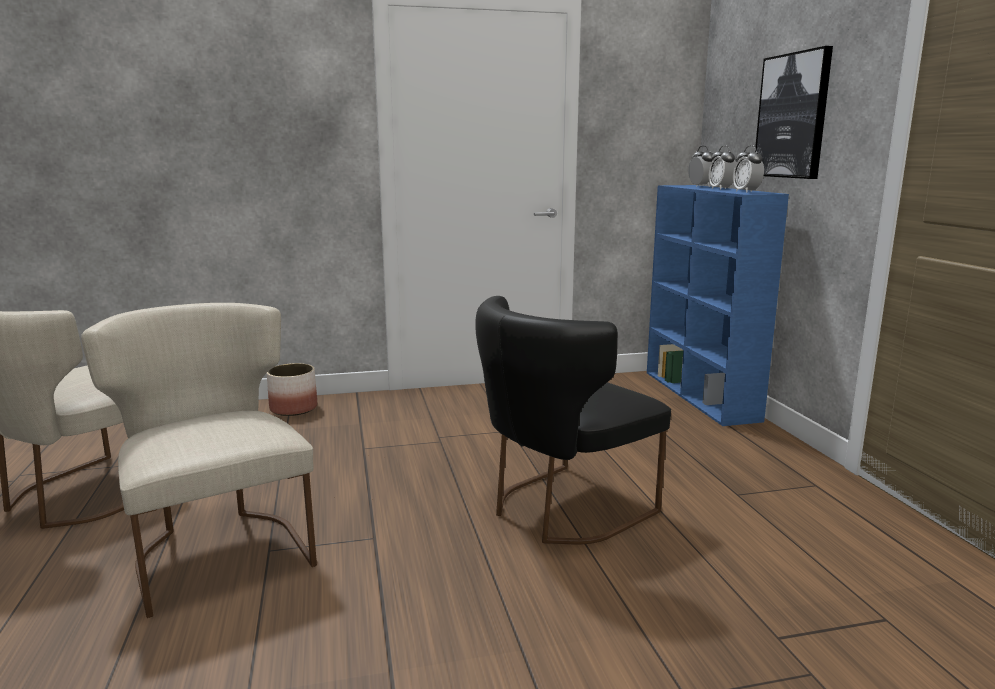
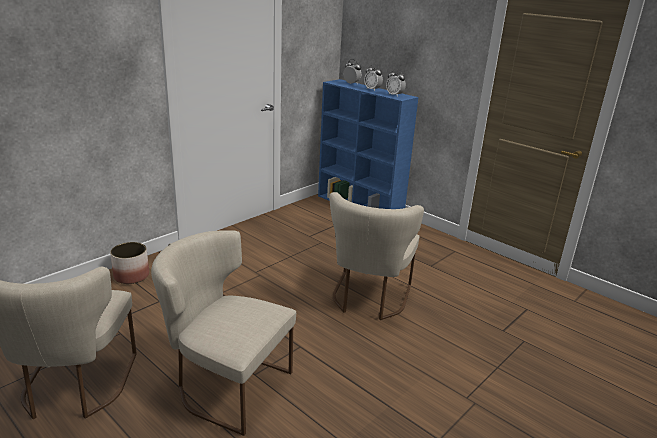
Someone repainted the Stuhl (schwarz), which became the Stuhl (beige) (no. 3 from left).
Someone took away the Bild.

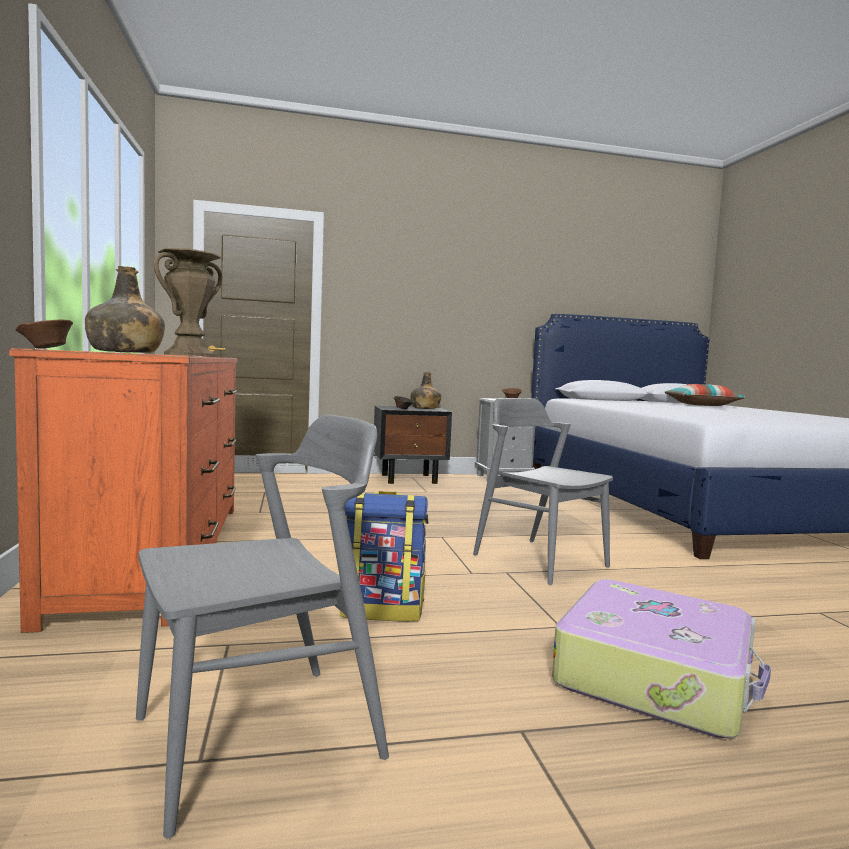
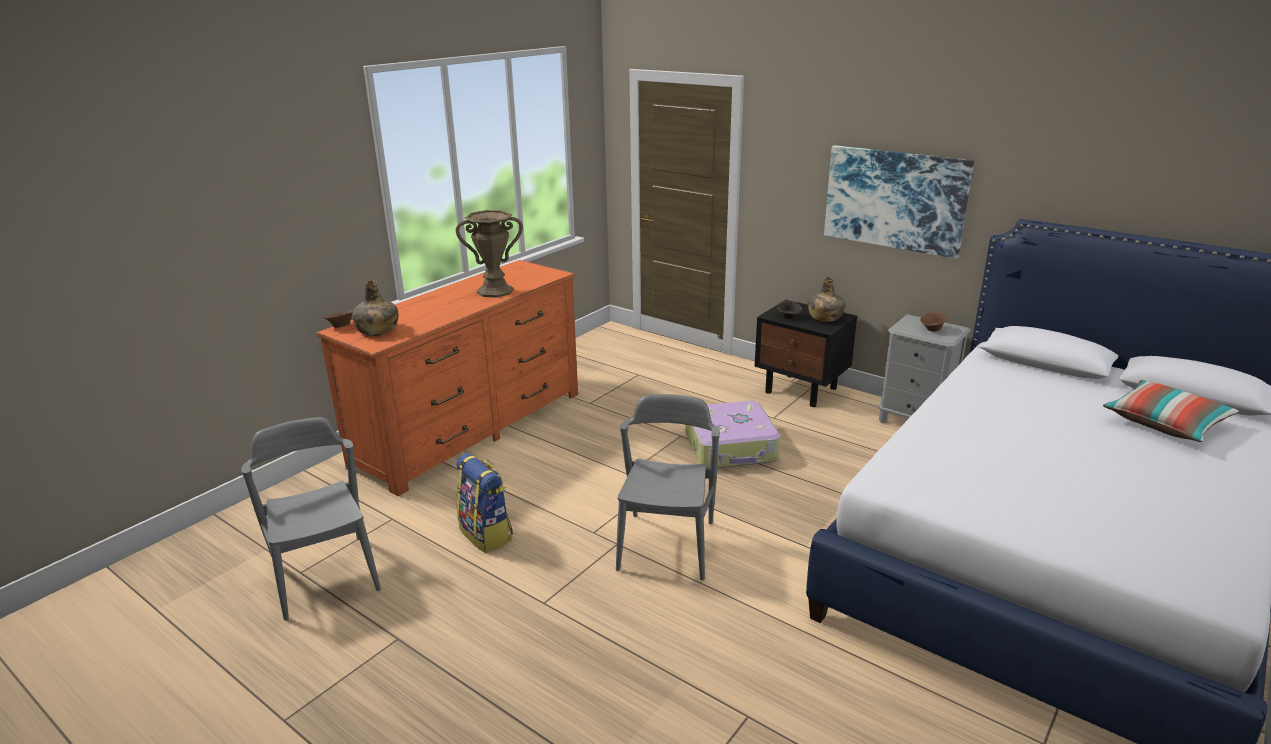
Someone rotated the Stuhl (grau) (no. 1 from left) by 135 degrees counterclockwise.
Someone carried the Koffer.
Someone put up the Bild.

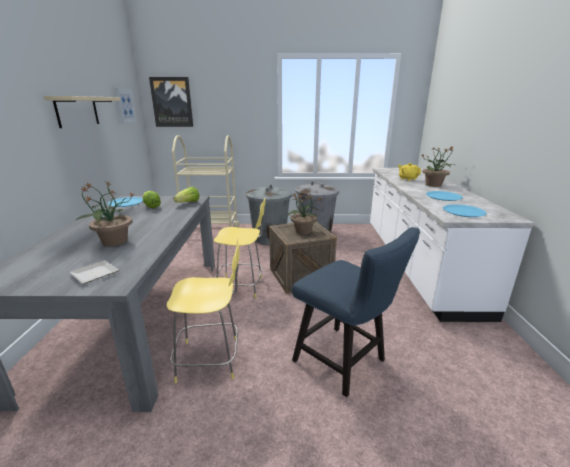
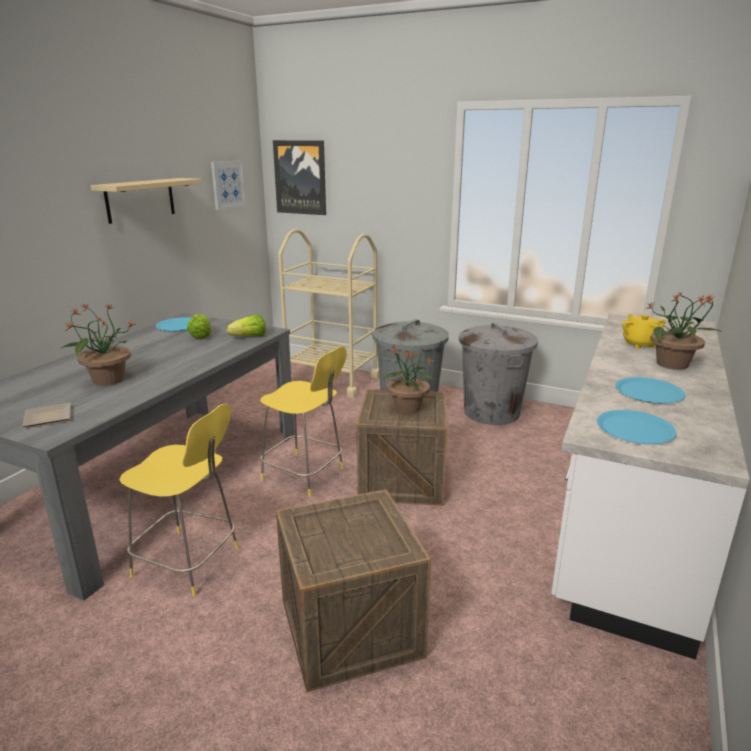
Someone swapped the Stuhl (blau) for the Kiste (no. 1 from left).

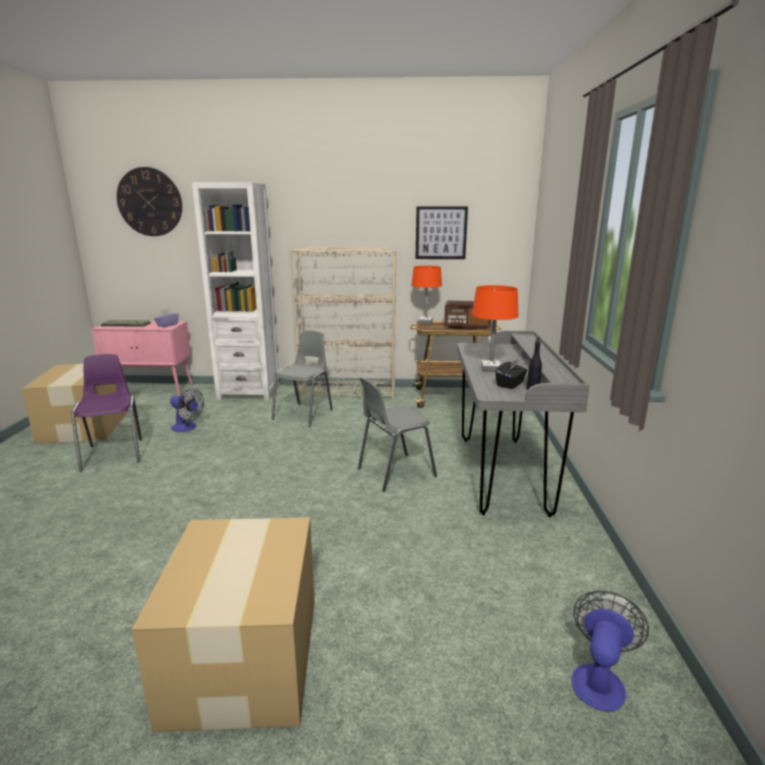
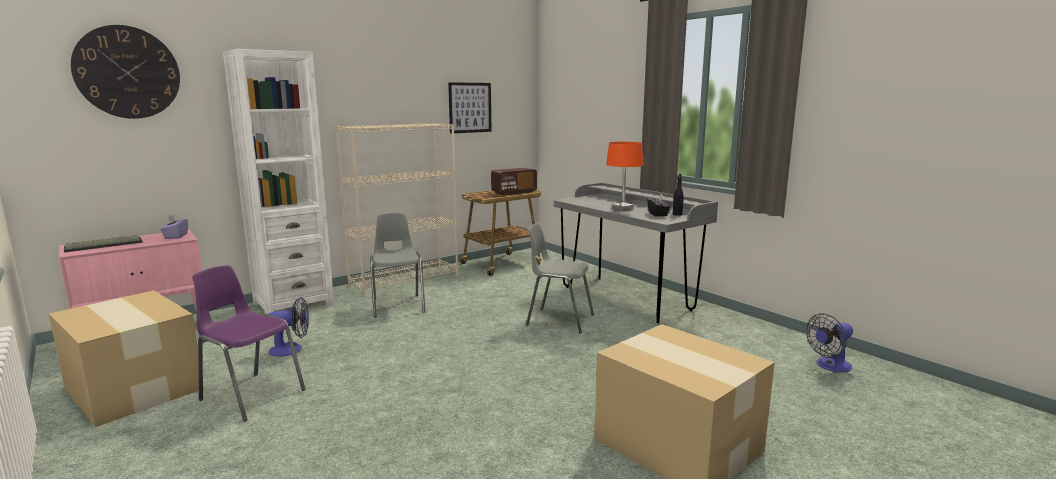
Someone rotated the Stuhl (grau) (no. 2 from left) by 90 degrees clockwise.
Someone rotated the Ventilator (no. 2 from left) by 105 degrees counterclockwise.
Someone took away the Tischlampe (orange) (no. 1 from left).

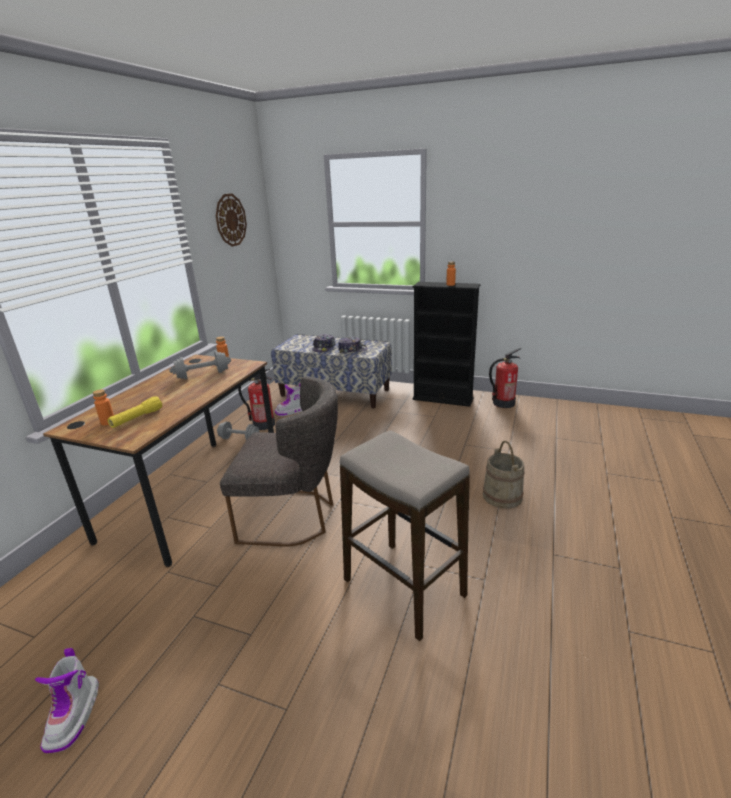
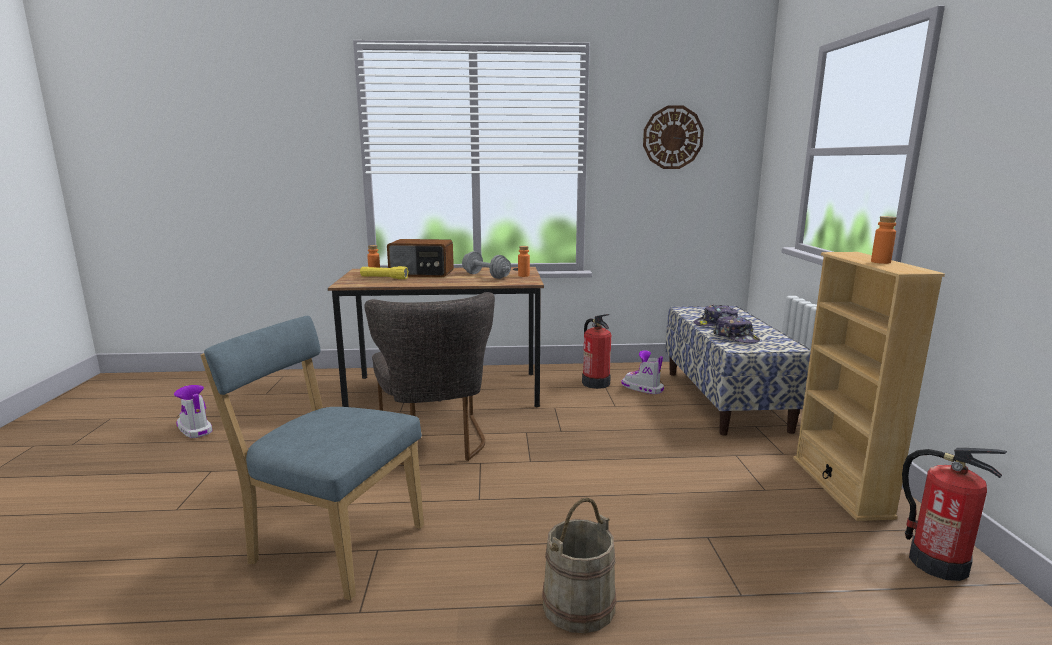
Someone rotated the Stiefel (no. 1 from left) by 75 degrees clockwise.
Someone swapped the Hocker for the Stuhl (blau).
Someone put down the Radio.
Someone repainted the Bücherregal (schwarz), which became the Bücherregal (beige).
Someone took away the Hantel (grau) (no. 2 from left).

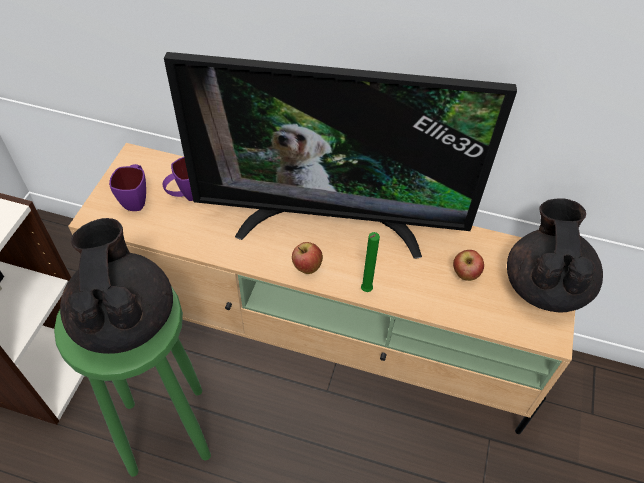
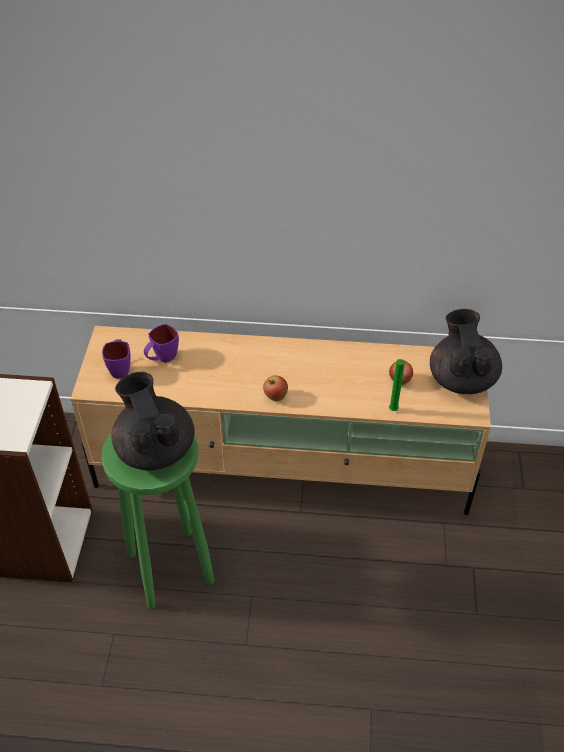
Someone carried the Kerze (grün).
Someone took away the Fernseher.

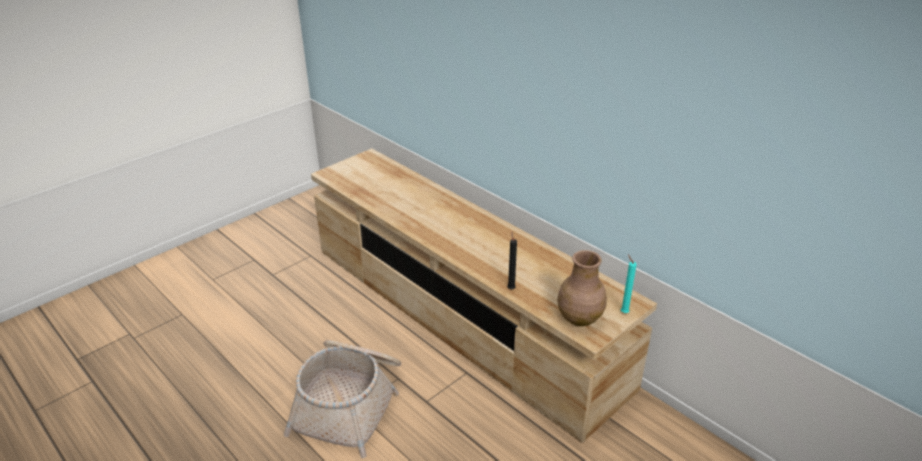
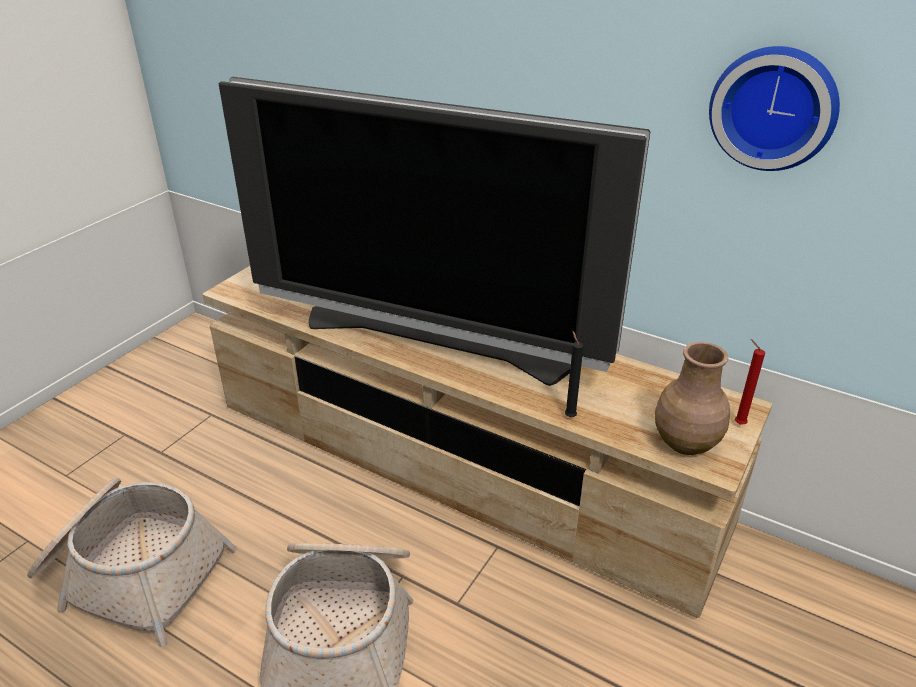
Someone put down the Korb (no. 1 from left).
Someone put down the Fernseher.
Someone put up the Wanduhr.
Someone repainted the Kerze (türkis), which became the Kerze (rot).

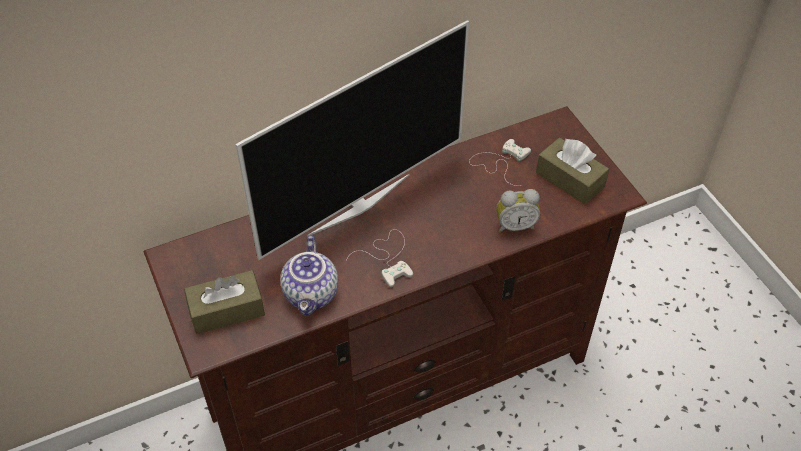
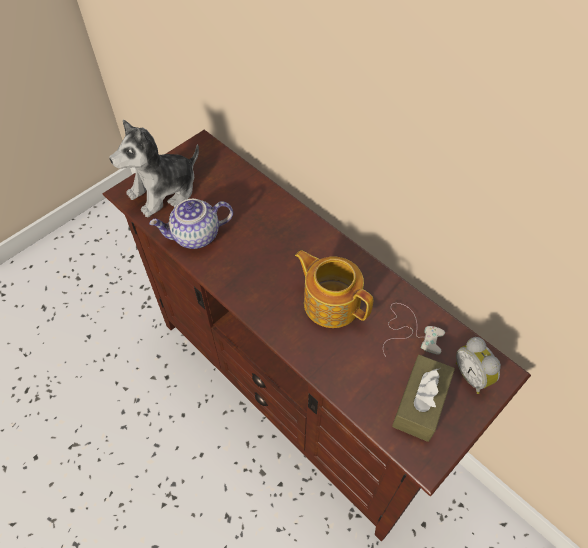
Someone swapped the Taschentuchbox (braun) (no. 1 from left) for the Plüschtier.
Someone put down the Teekanne (no. 2 from left).
Someone carried the Wecker.
Someone took away the Fernseher.
Someone took away the Gamepad (weiß) (no. 1 from left).

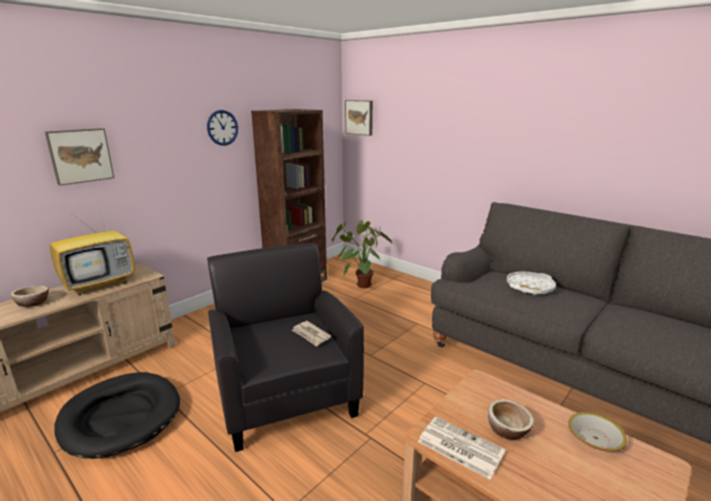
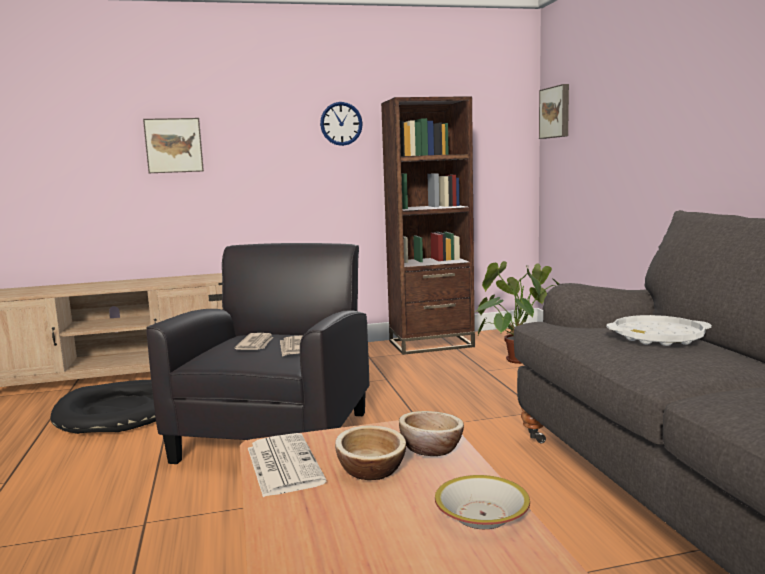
Someone put down the Zeitung (no. 1 from left).
Someone carried the Schüssel (no. 1 from left in the first image).
Someone took away the Fernseher.

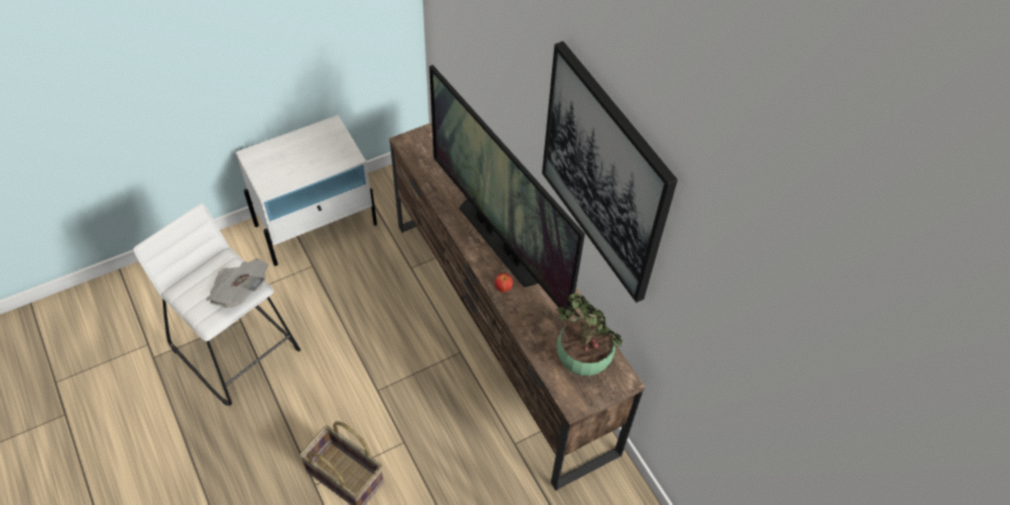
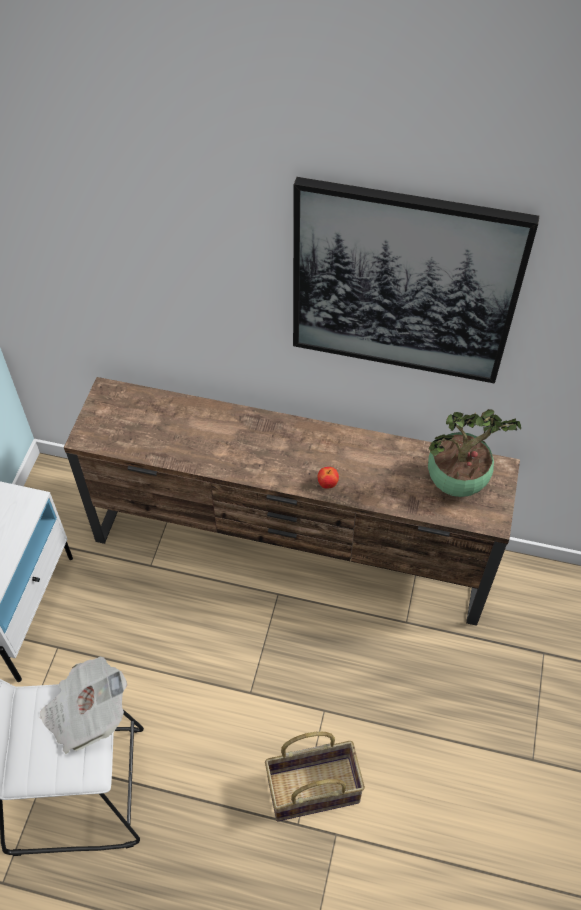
Someone took away the Fernseher.

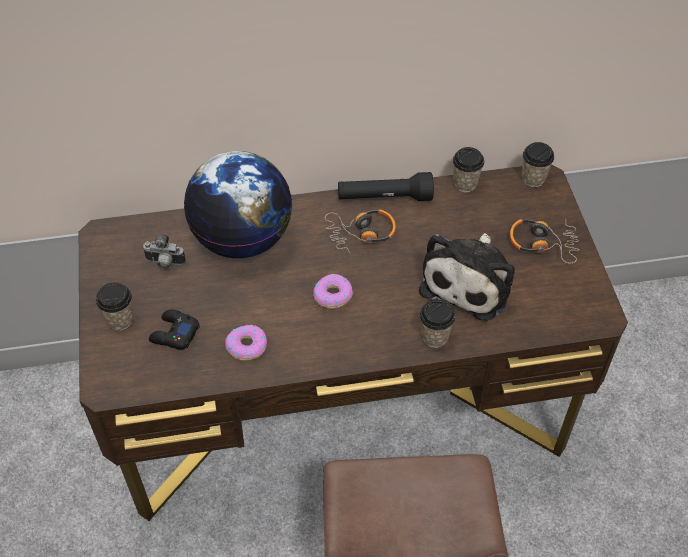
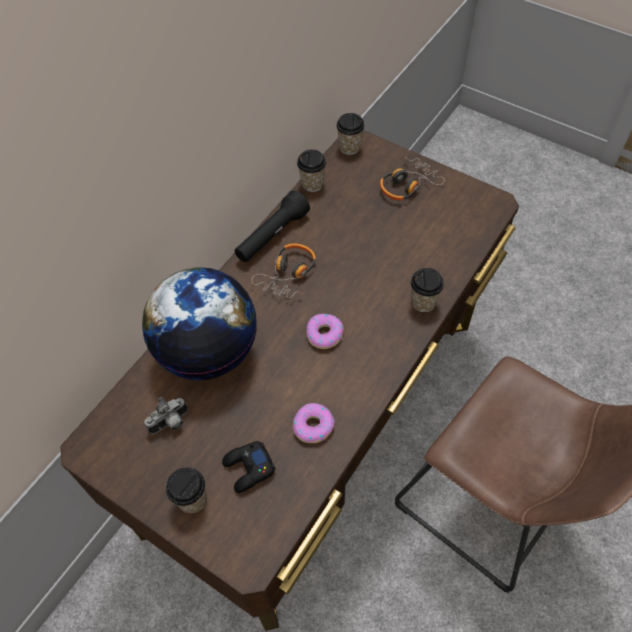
Someone took away the Plüschtier.

